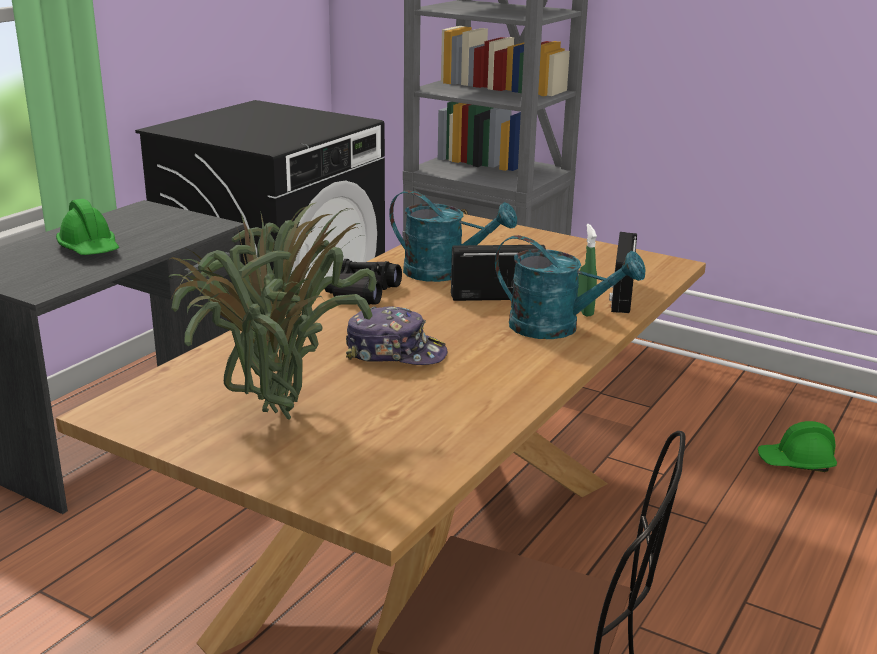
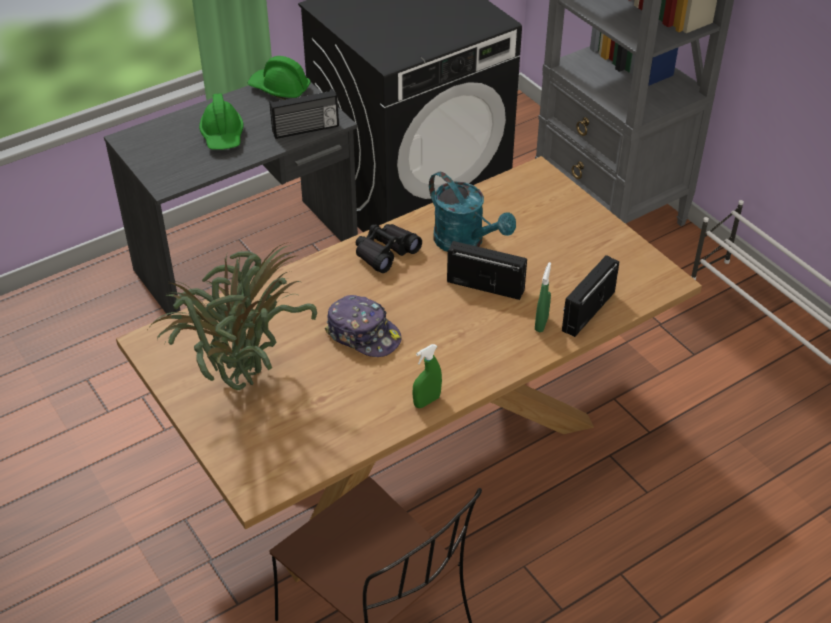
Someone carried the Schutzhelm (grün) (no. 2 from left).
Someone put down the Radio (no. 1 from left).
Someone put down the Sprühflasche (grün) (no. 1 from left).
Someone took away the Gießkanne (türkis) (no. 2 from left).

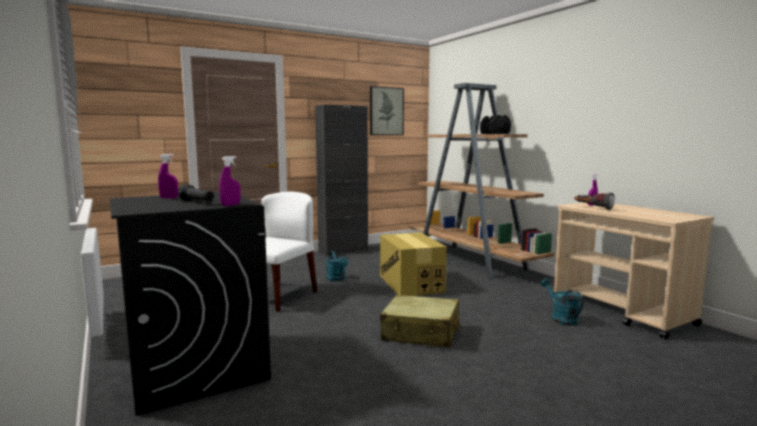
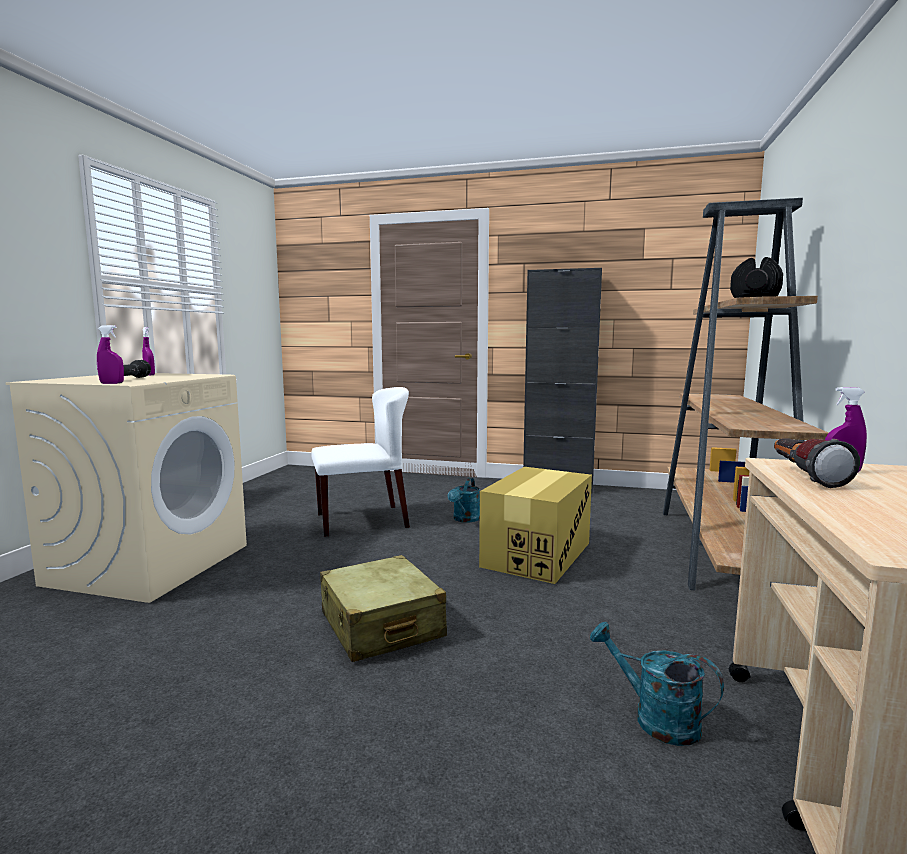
Someone repainted the Waschmaschine (schwarz), which became the Waschmaschine (beige).
Someone rotated the Gießkanne (türkis) (no. 2 from left) by 75 degrees counterclockwise.
Someone took away the Bild.

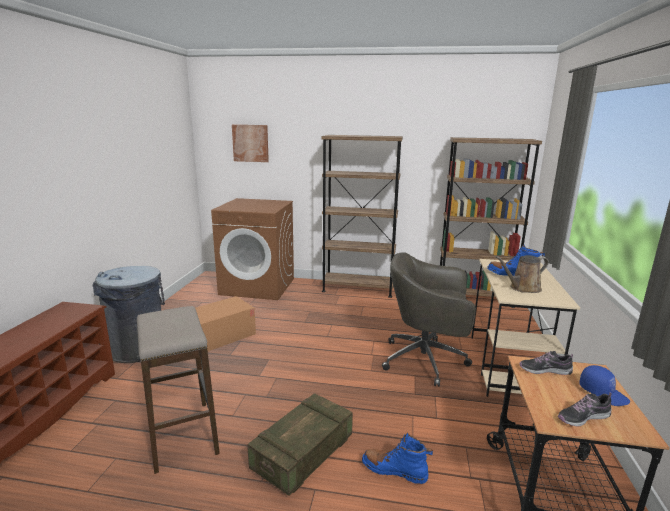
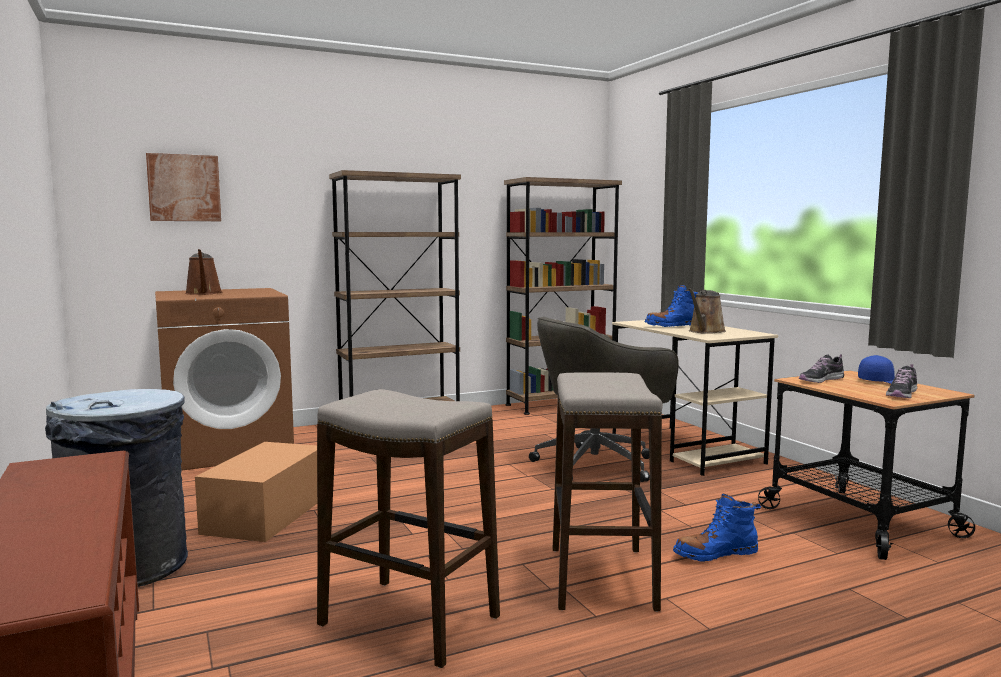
Someone put down the Gießkanne (braun) (no. 1 from left).
Someone swapped the Kiste for the Hocker (no. 2 from left).

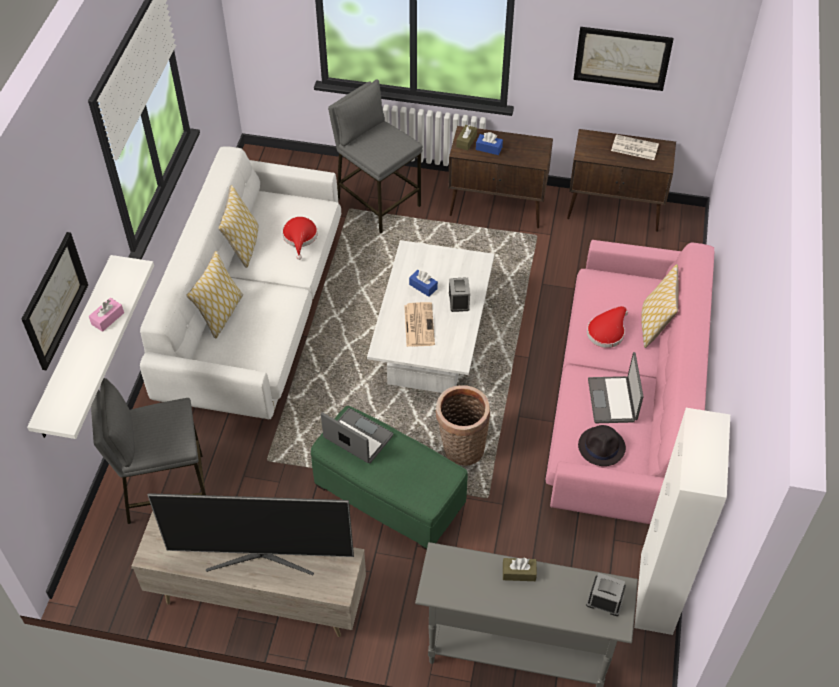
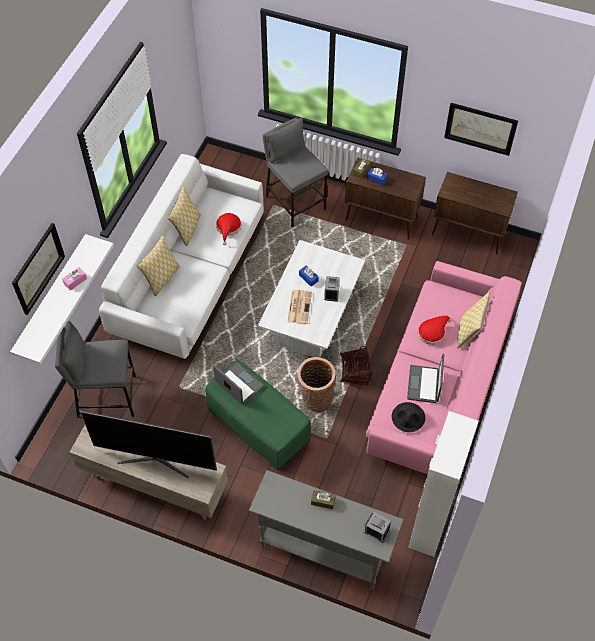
Someone put down the Korb (no. 2 from left).
Someone took away the Zeitung (no. 2 from left).

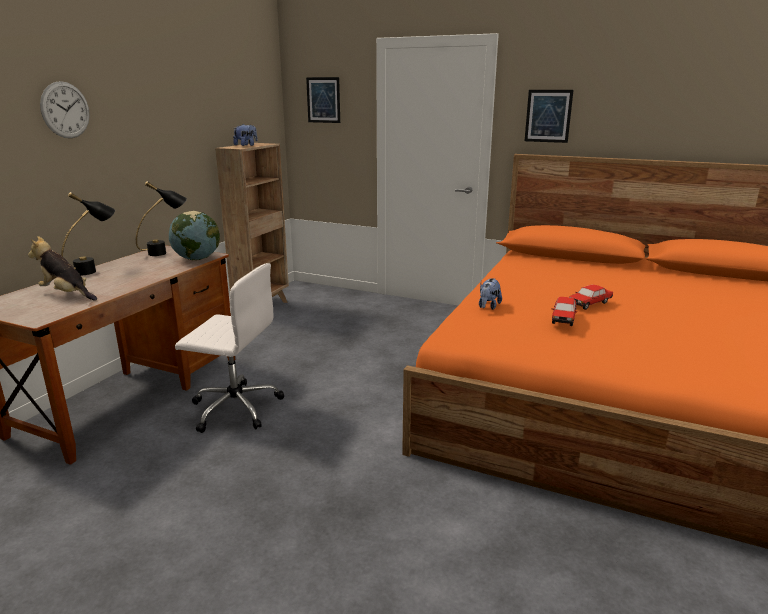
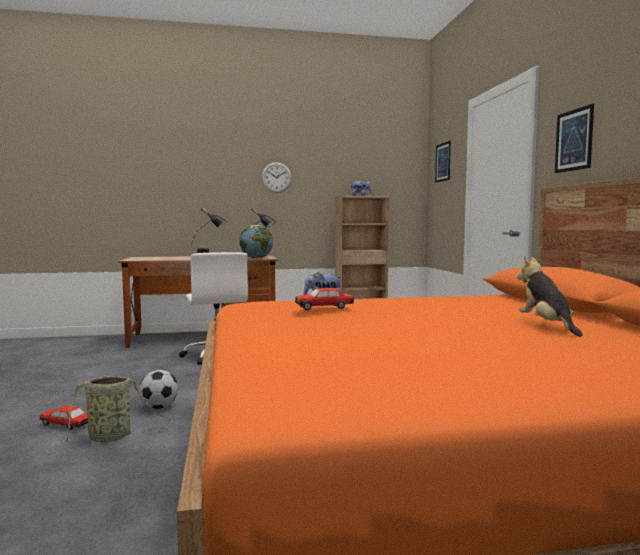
Someone carried the Spielzeugauto (no. 2 from left in the first image).
Someone put down the Korb.
Someone put down the Fußball.
Someone carried the Wanduhr.
Someone carried the Plüschtier (no. 1 from left in the first image).

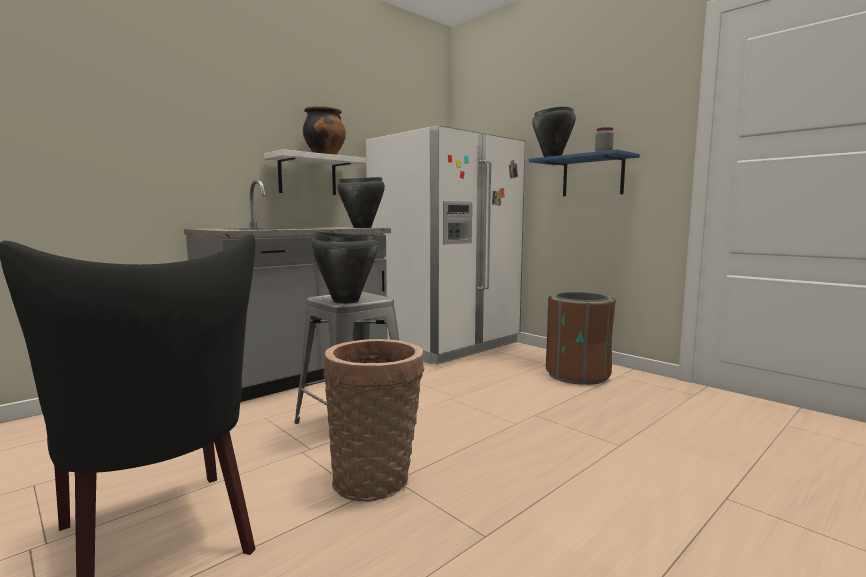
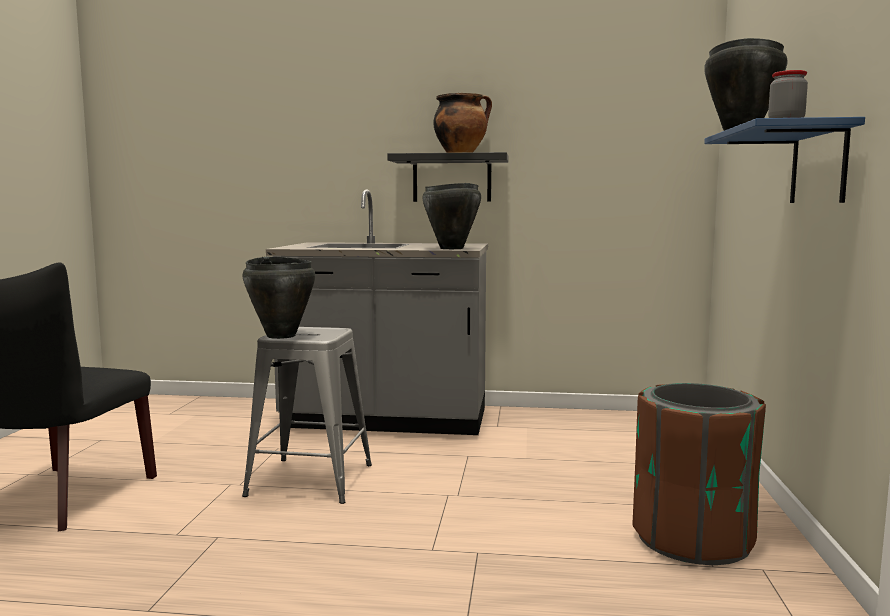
Someone repainted the Wandregal (weiß), which became the Wandregal (schwarz).
Someone took away the Korb.
Someone took away the Kühlschrank (weiß).

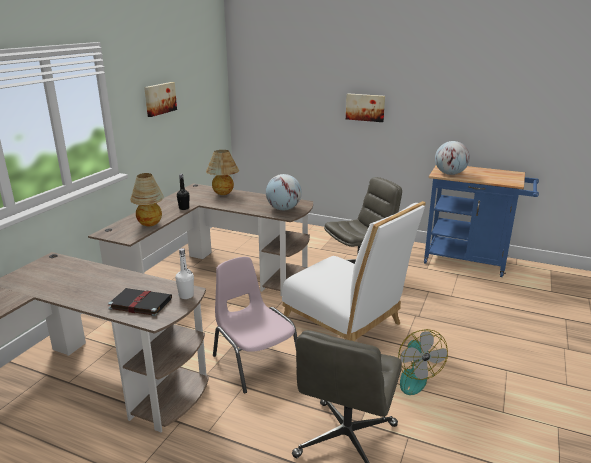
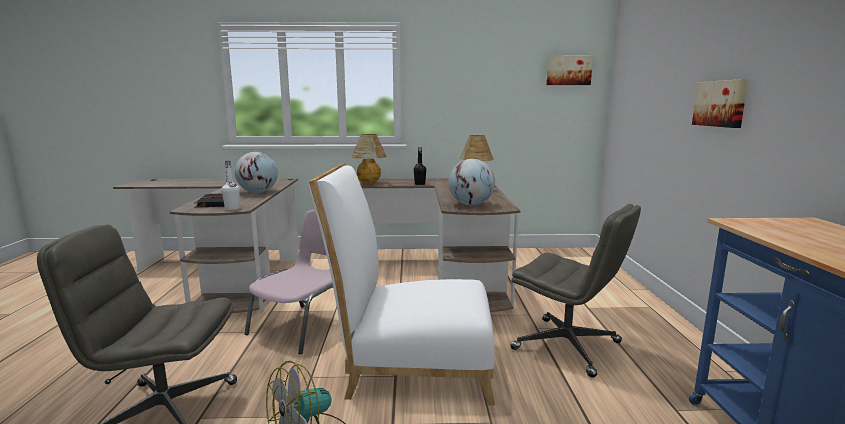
Someone carried the Globus (no. 2 from left in the first image).
Someone rotated the Stuhl (weiß) by 75 degrees clockwise.
Someone carried the Bild (no. 1 from left).

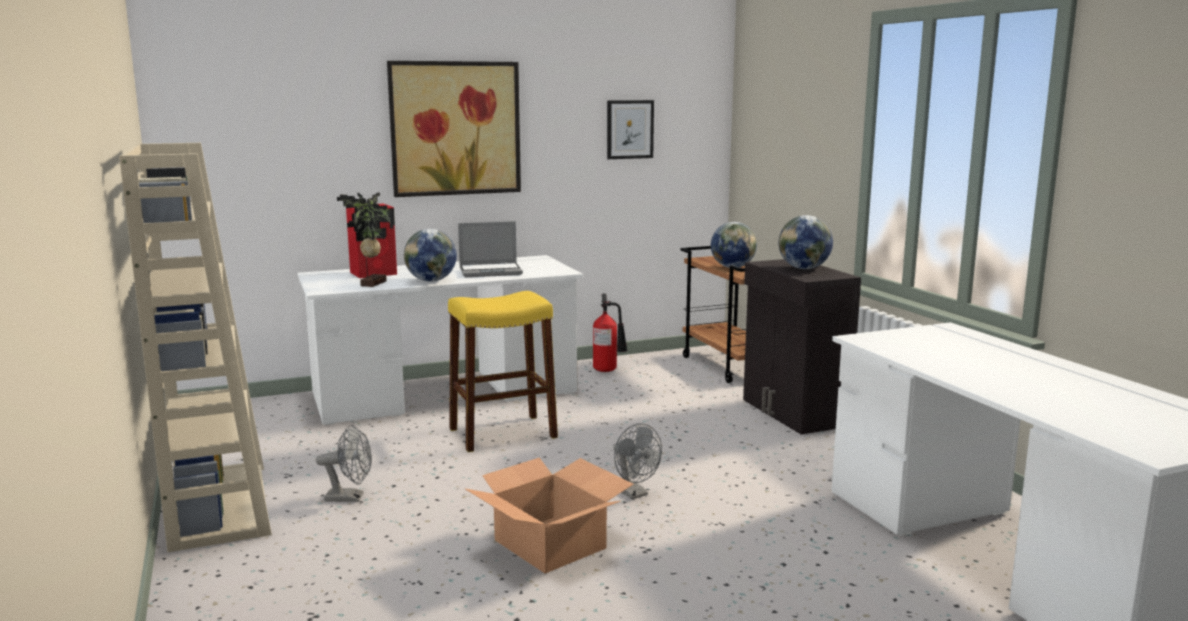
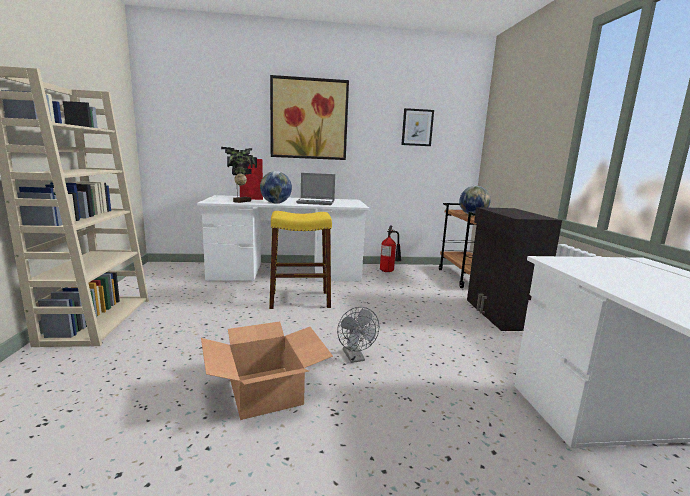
Someone took away the Ventilator (grau) (no. 1 from left).
Someone took away the Globus (no. 3 from left).

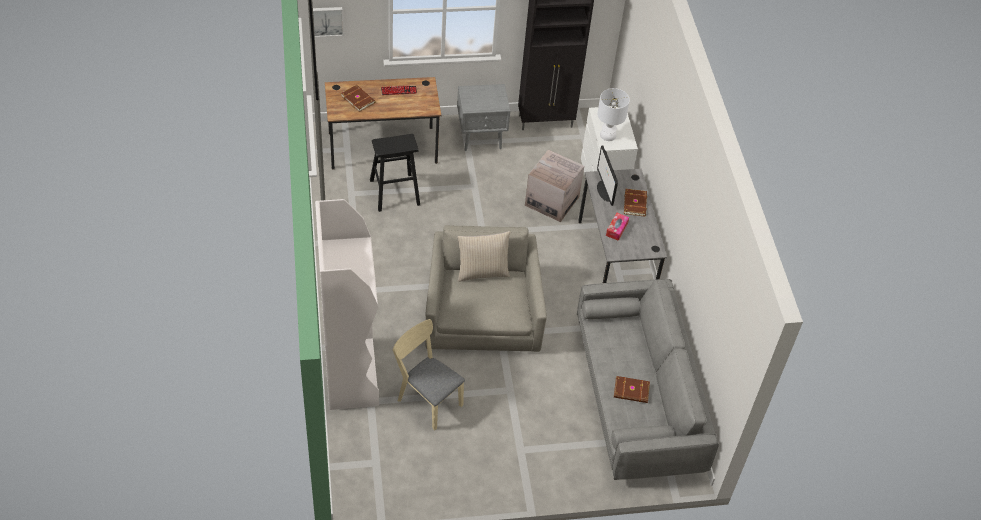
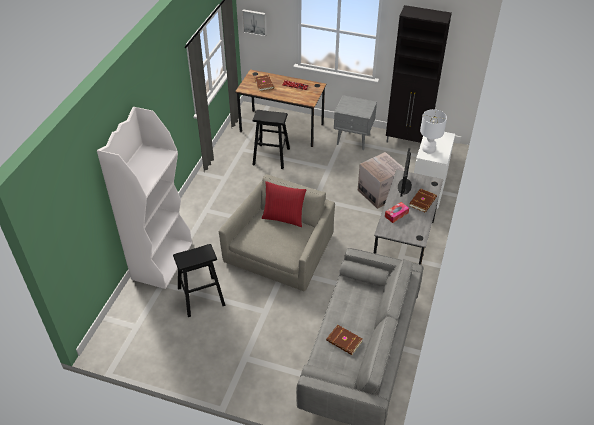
Someone swapped the Stuhl (beige) for the Hocker (schwarz) (no. 1 from left).
Someone repainted the Kissen (beige), which became the Kissen (rot).

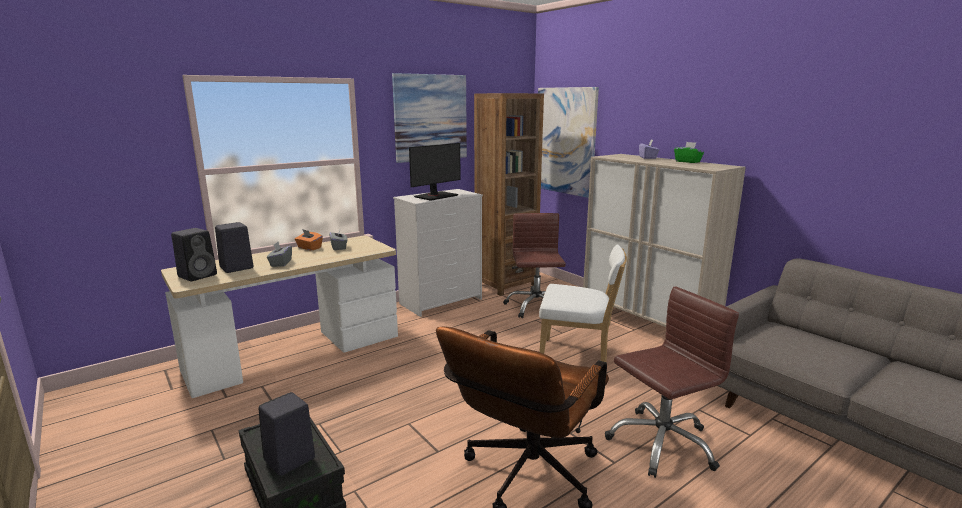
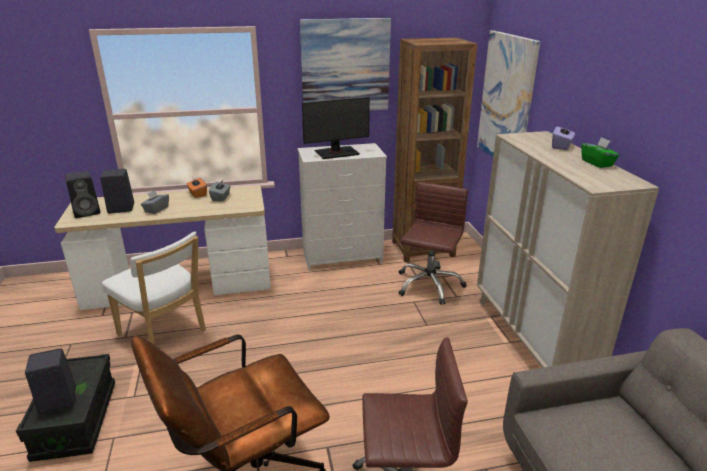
Someone carried the Stuhl (weiß).

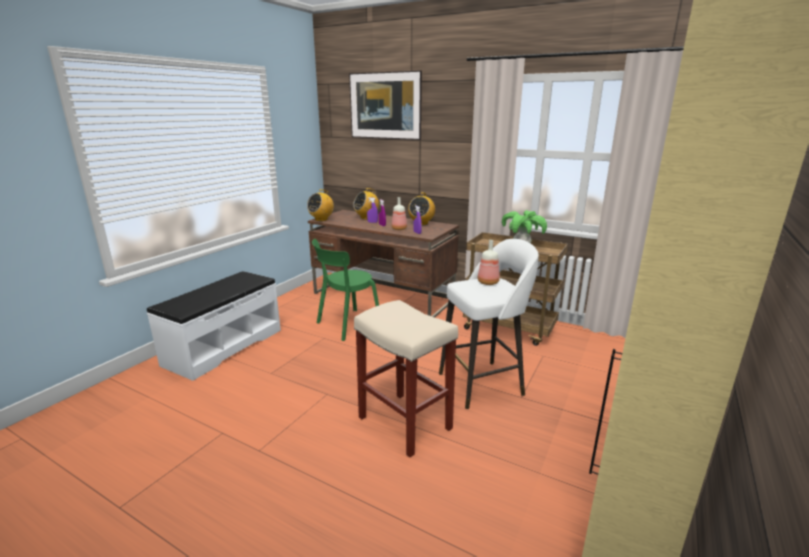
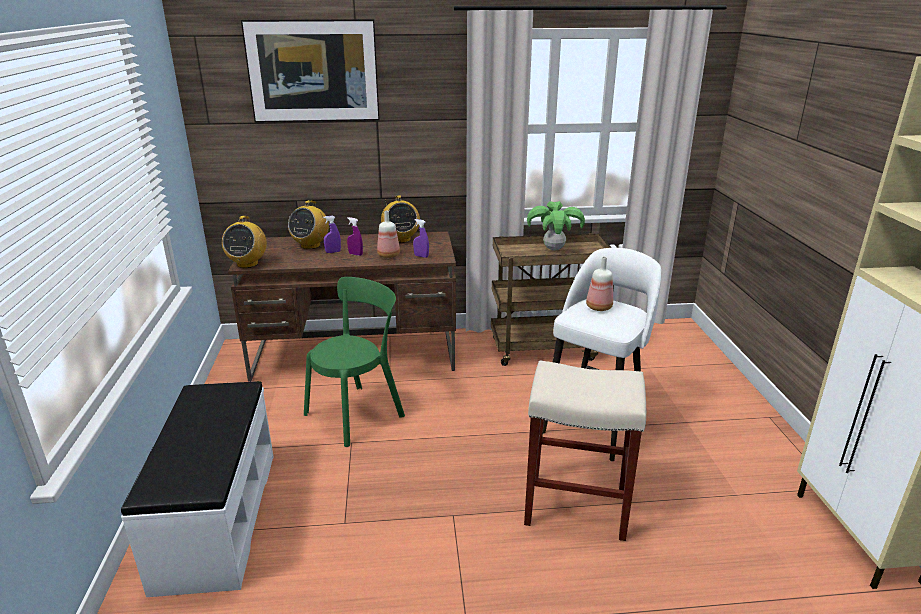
Someone rotated the Stuhl (grün) by 150 degrees counterclockwise.

